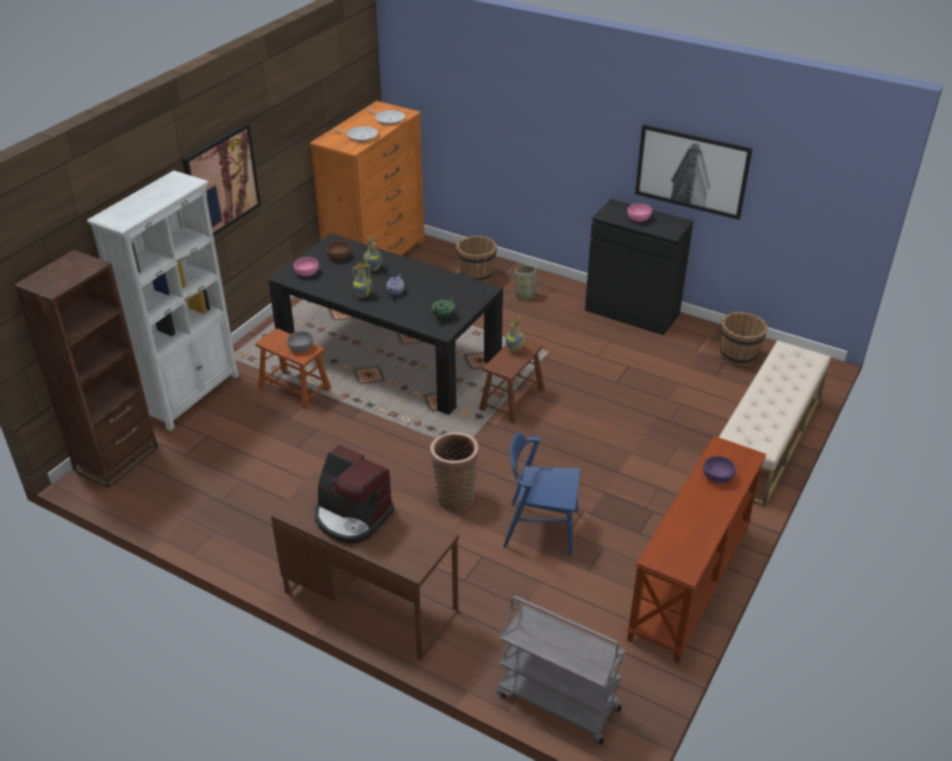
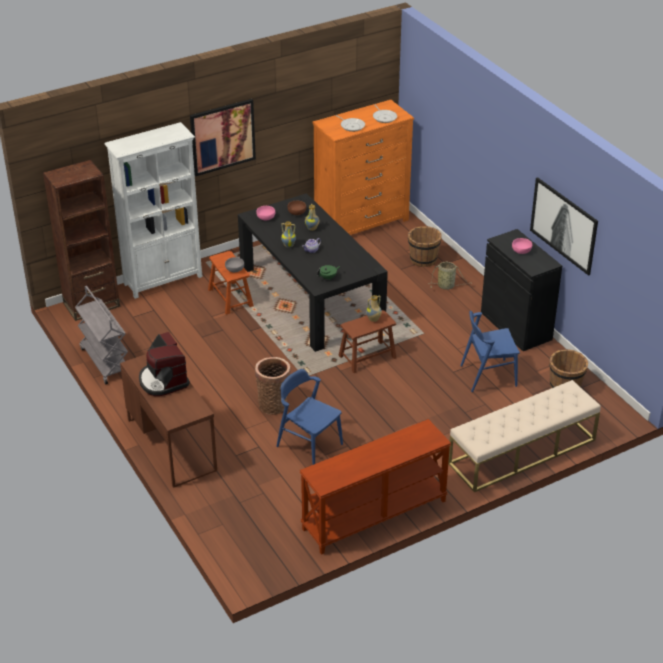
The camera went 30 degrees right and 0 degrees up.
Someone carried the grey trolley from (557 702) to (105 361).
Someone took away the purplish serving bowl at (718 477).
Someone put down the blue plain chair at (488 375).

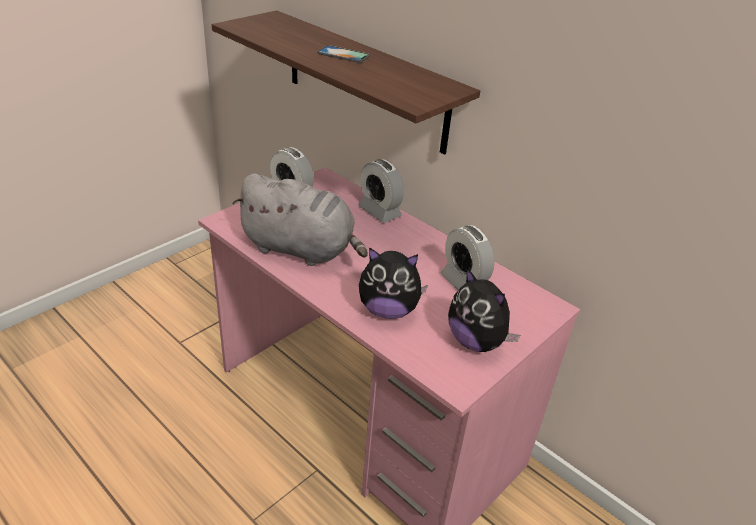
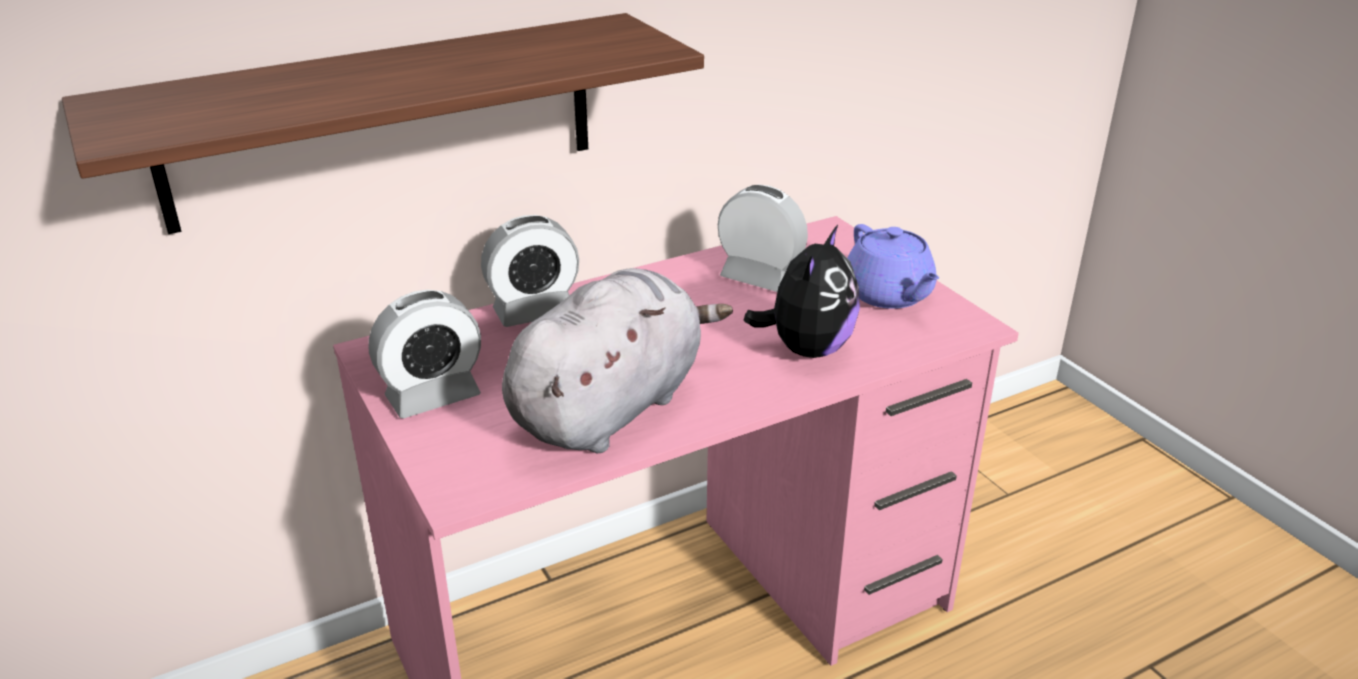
The camera went 70 degrees left and 5 degrees down.
Someone took away the phone at (343 55).
Someone rotated the bedside clock at (464 283) by 135 degrees counterclockwise.
Someone swapped the plush toy at (476 341) for the purplish pot for tea at (889 295).

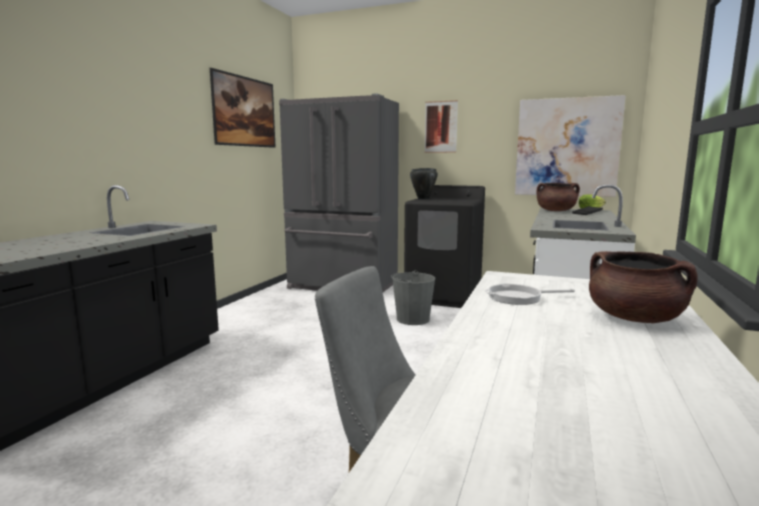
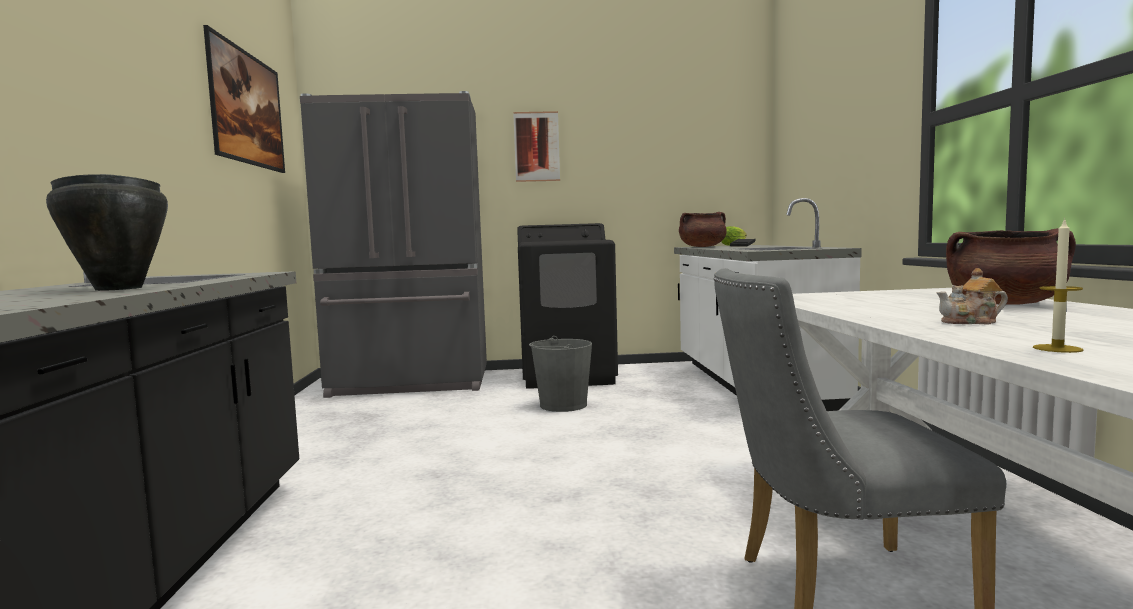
The camera went 25 degrees left and 5 degrees down.
Someone carried the black-coloured cooking pot from (423 198) to (117 289).
Someone took away the skillet at (518 297).
Someone took away the wall picture at (567 147).
Someone put down the pot for tea at (971 322).
Someone put down the candle at (1057 348).

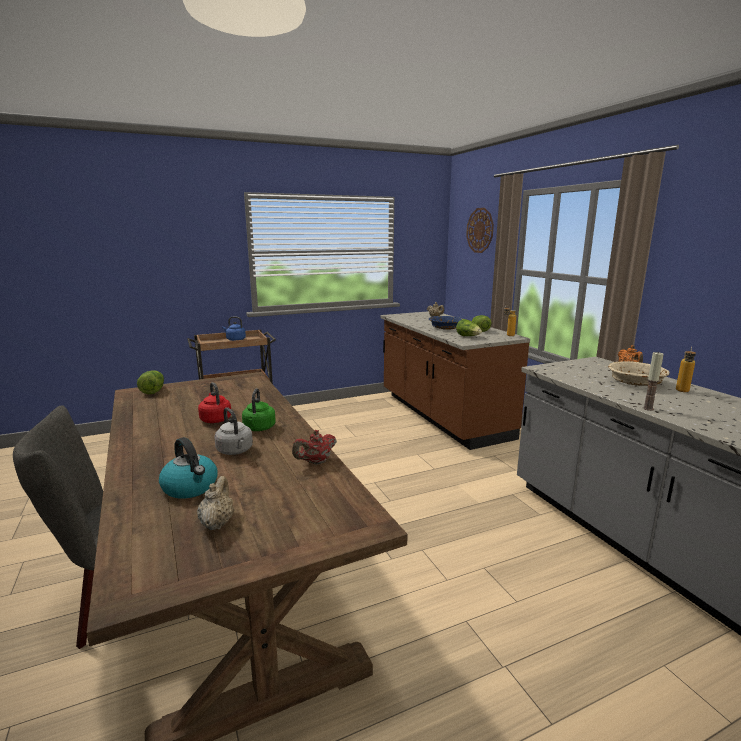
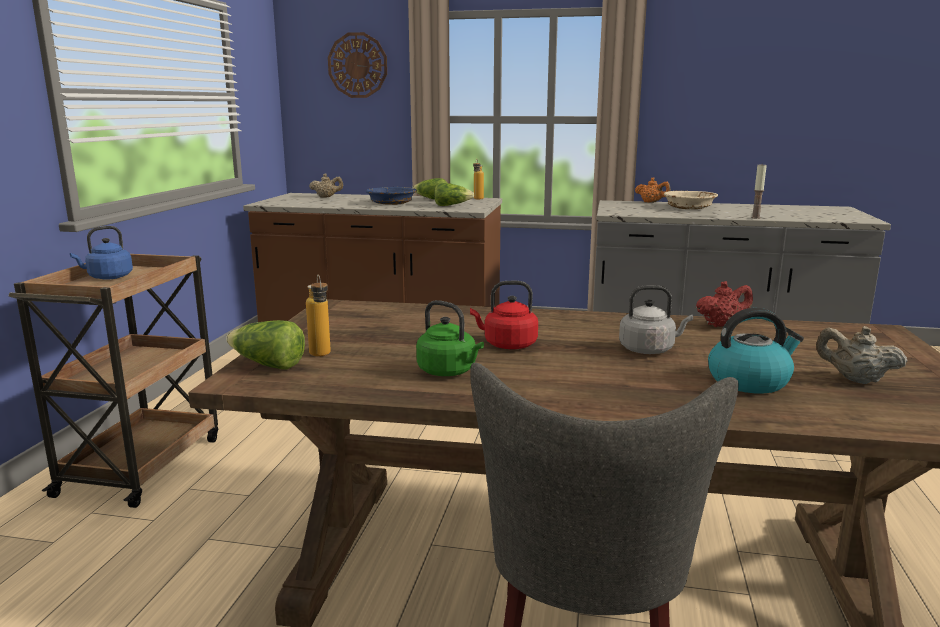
The camera went 55 degrees left and 0 degrees up.
Someone carried the green-coloured kettle from (259 428) to (449 371).
Someone rotated the red pot for tea at (315 462) by 105 degrees counterclockwise.
Someone carried the bottle from (682 392) to (321 356).

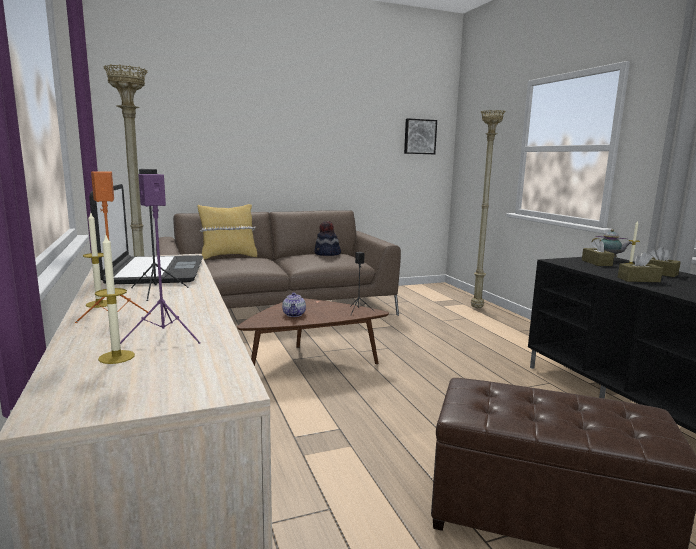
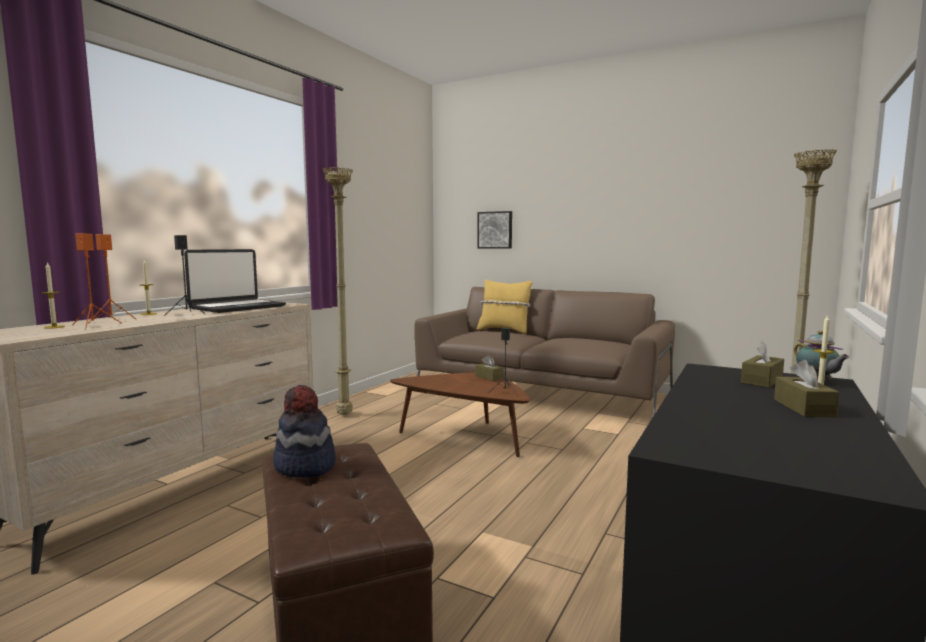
The camera went 50 degrees right and 5 degrees down.
Someone repainted the purplish audio speaker at (163 336), which became the orangey audio speaker at (94 325).
Someone took away the pot for tea at (294 314).
Someone carried the hat from (327 254) to (304 466).
Someone carried the wall picture from (419 136) to (495 230).
Someone carried the brown-coloured tissue holder from (638 279) to (489 377).

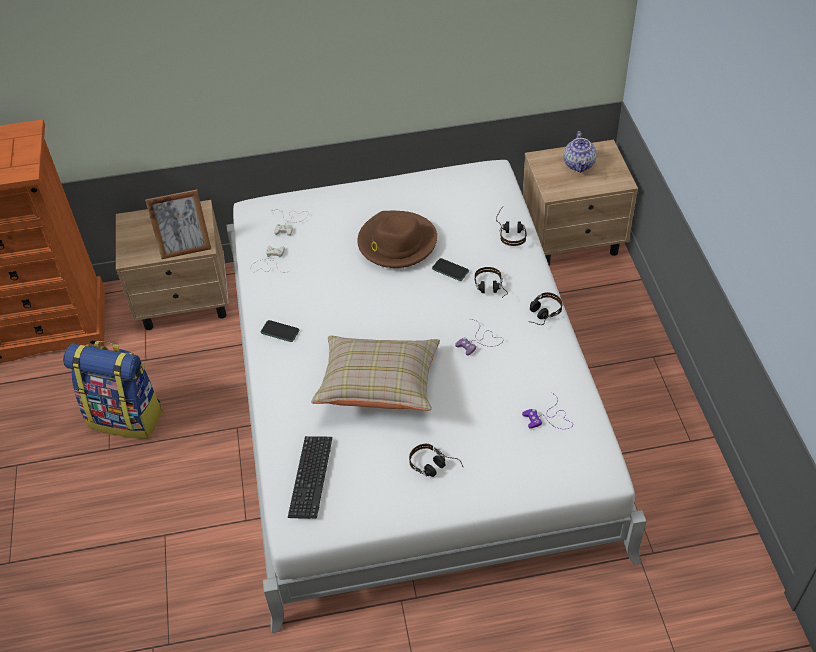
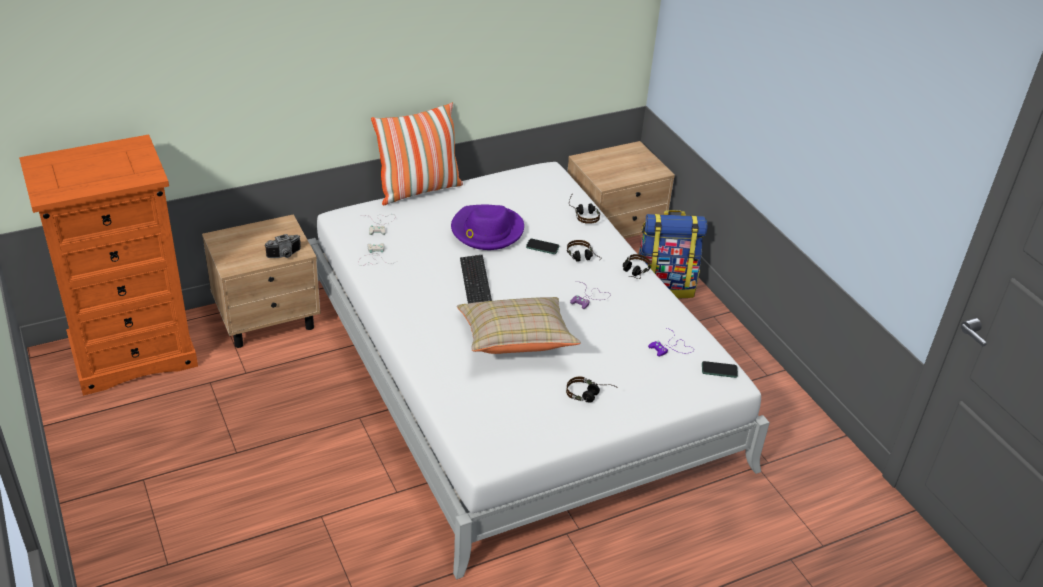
The camera went 20 degrees left and 10 degrees down.
Someone carried the rucksack from (127 417) to (664 286).
Someone swapped the photo frame at (185 249) for the still camera at (285 255).
Someone carried the phone from (280 331) to (719 370).
Someone carried the keyboard from (311 477) to (475 281).
Someone repainted the brown-coloured hat at (396 243), which became the purplish hat at (486 231).
Someone took away the pot for tea at (579 165).
Someone put down the throw pillow at (418 190).

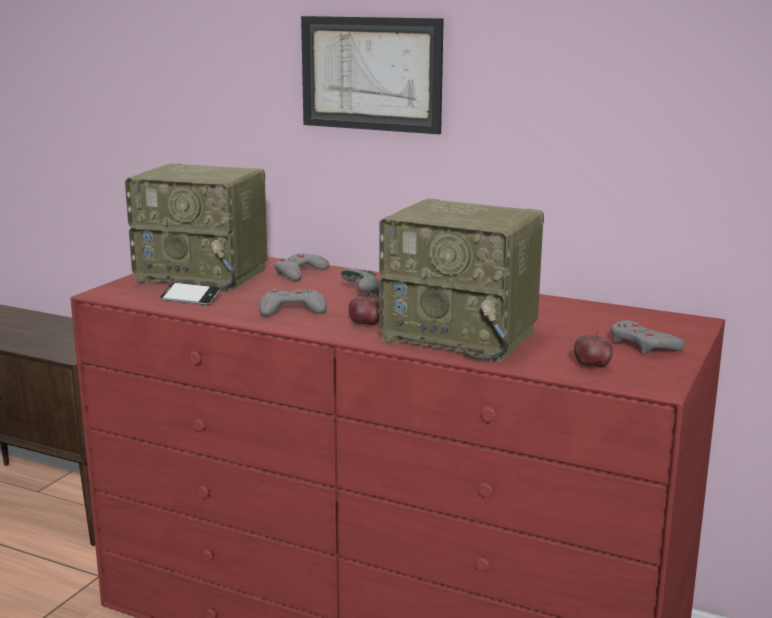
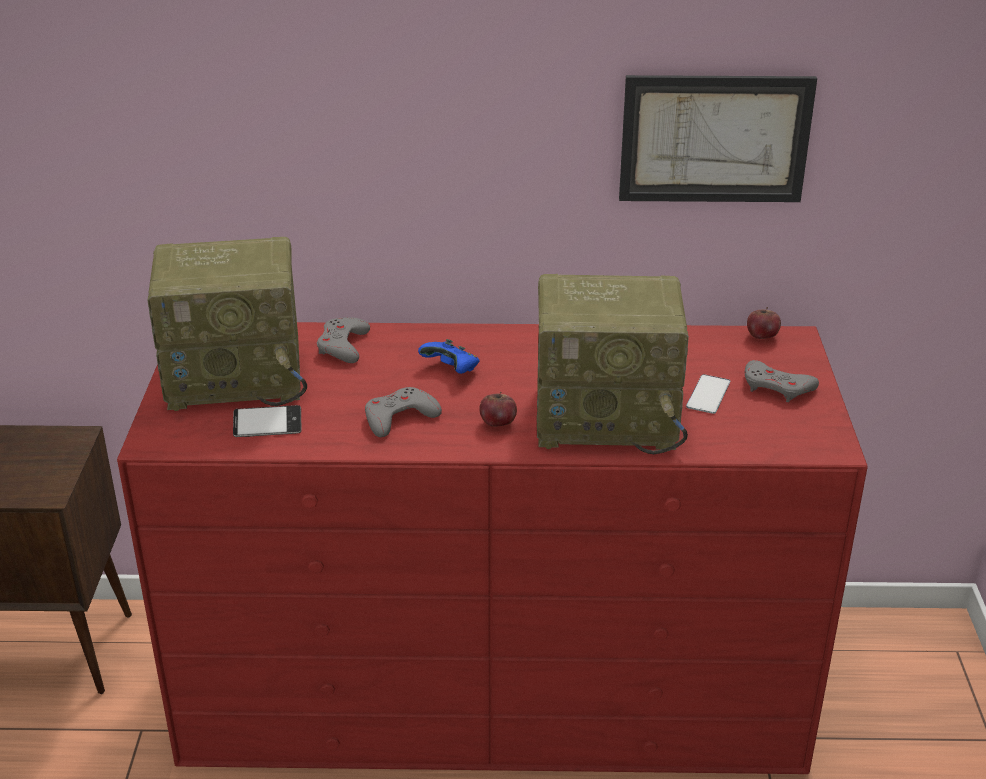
The camera went 25 degrees left and 15 degrees up.
Someone carried the wall picture from (371 73) to (714 138).
Someone repainted the grey joypad at (365 294), which became the blue joypad at (452 370).
Someone carried the apple fruit from (592 366) to (762 336).
Someone put down the phone at (708 394).

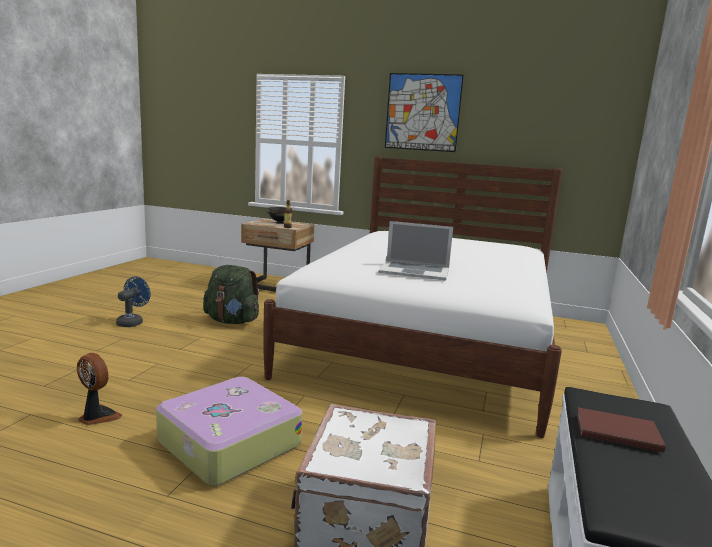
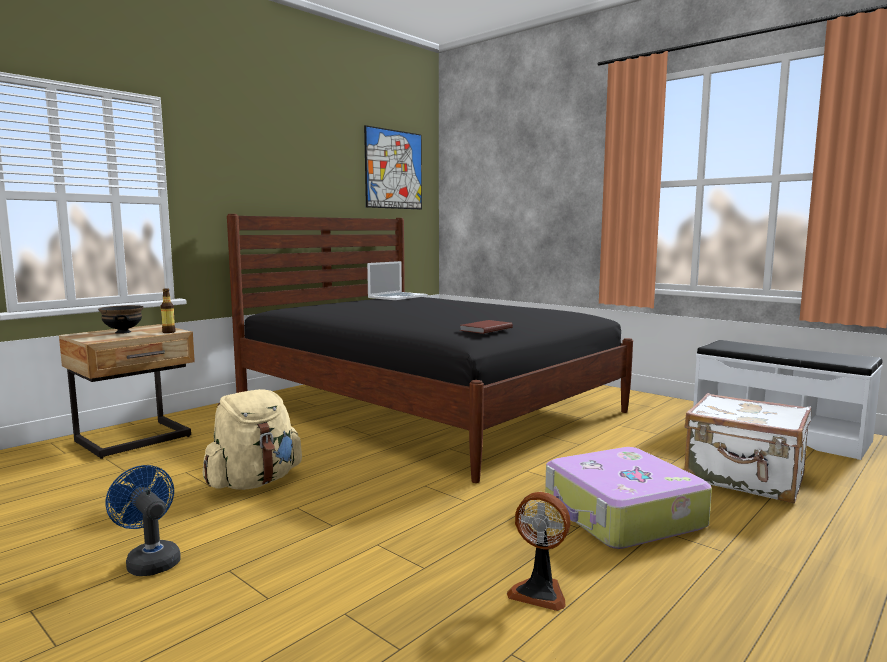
The camera went 65 degrees left and 5 degrees down.
Someone rotated the electric fan at (97 417) by 120 degrees counterclockwise.
Someone repainted the green-coloured rucksack at (232 321), which became the beige rucksack at (254 482).
Someone repainted the whitish sleeping bed at (428 341), which became the black-coloured sleeping bed at (427 406).
Someone carried the laptop from (414 271) to (397 297).
Someone carried the wall picture from (422 112) to (394 169).
Someone carried the brown-coloured book from (616 431) to (484 329).

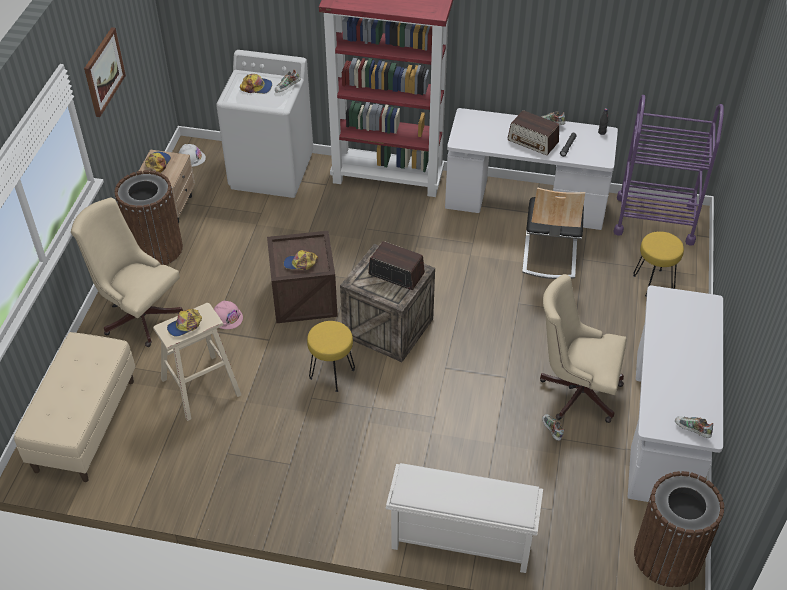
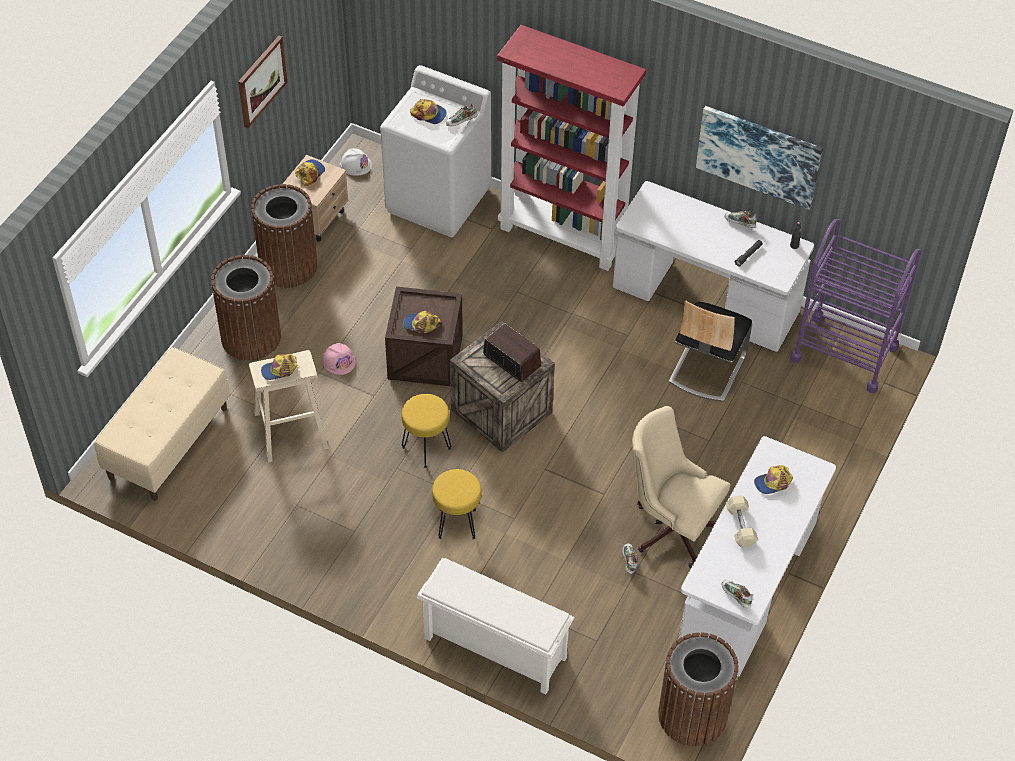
The camera went 15 degrees right and 5 degrees up.
Someone swapped the beige office chair at (139 314) for the brown-coloured rubbish bin at (251 337).
Someone took away the radio at (533 141).
Someone carried the yellow stool from (652 282) to (456 523).
Someone put up the wall picture at (759 156).
Someone put down the beige dumbbell at (740 526).
Someone put down the baseball cap at (773 482).

